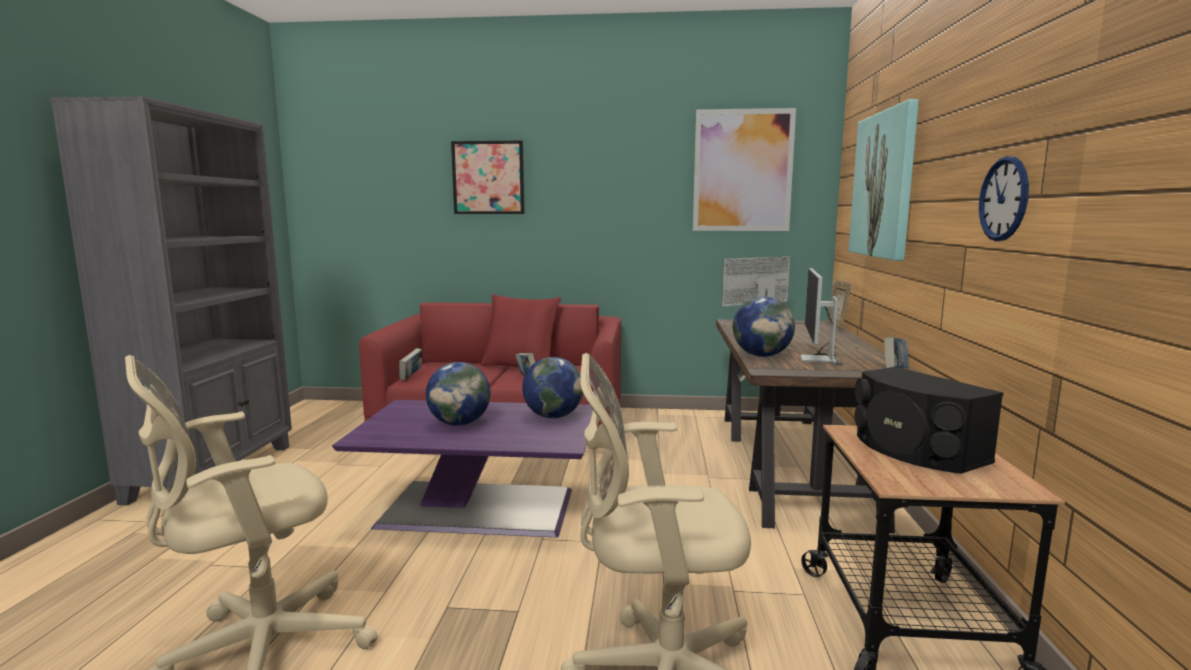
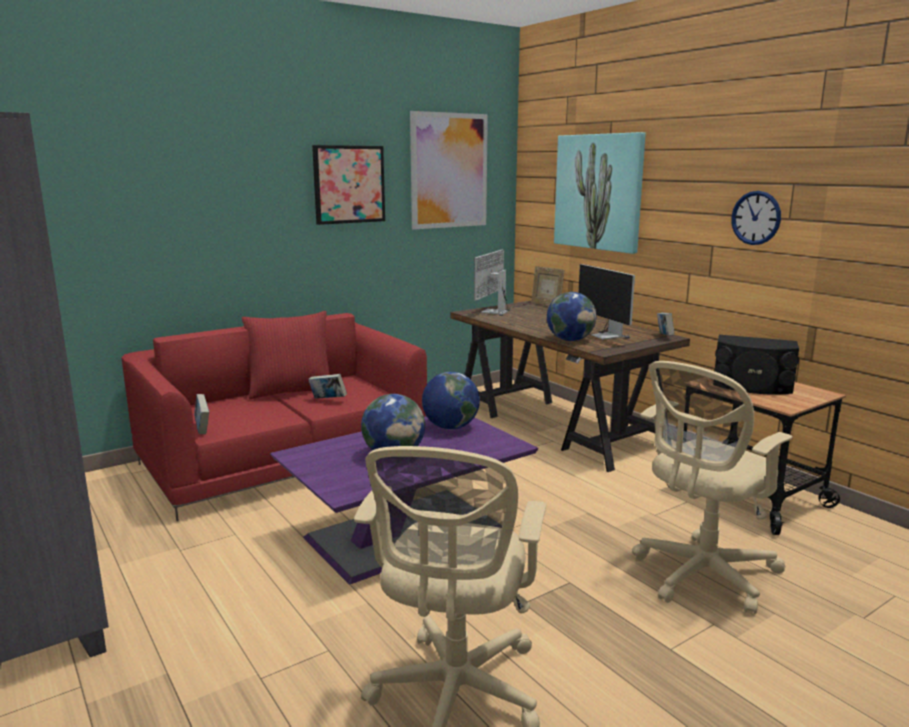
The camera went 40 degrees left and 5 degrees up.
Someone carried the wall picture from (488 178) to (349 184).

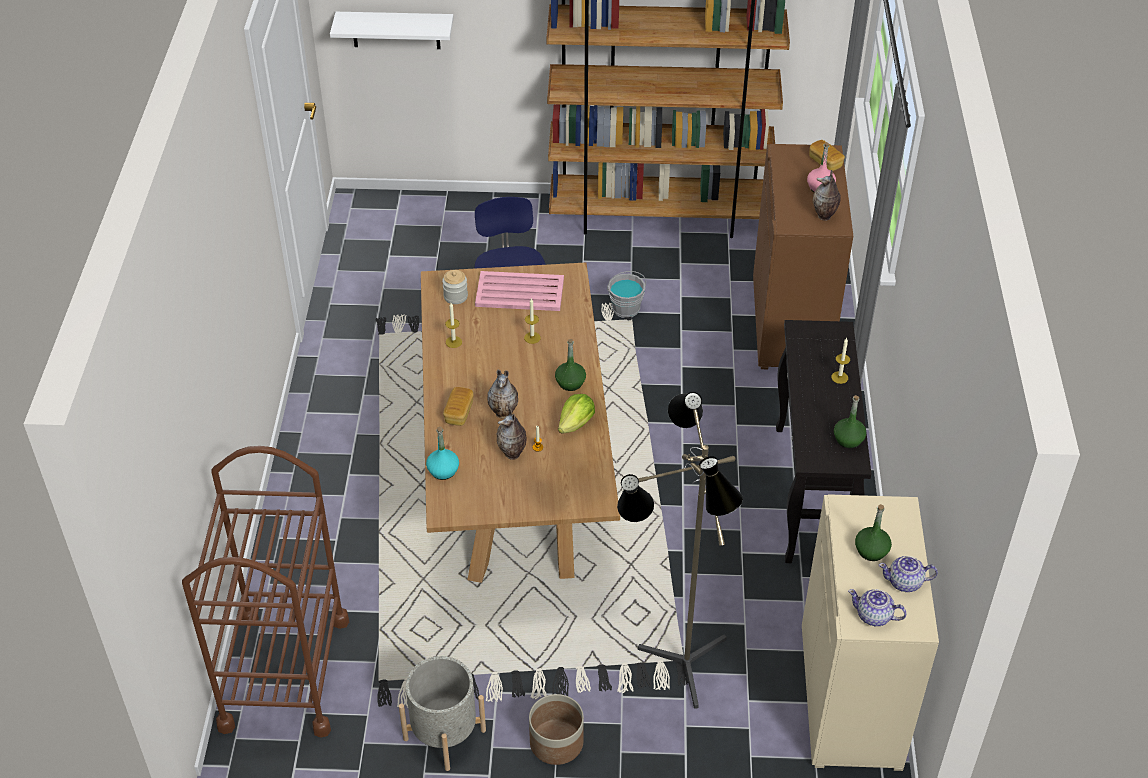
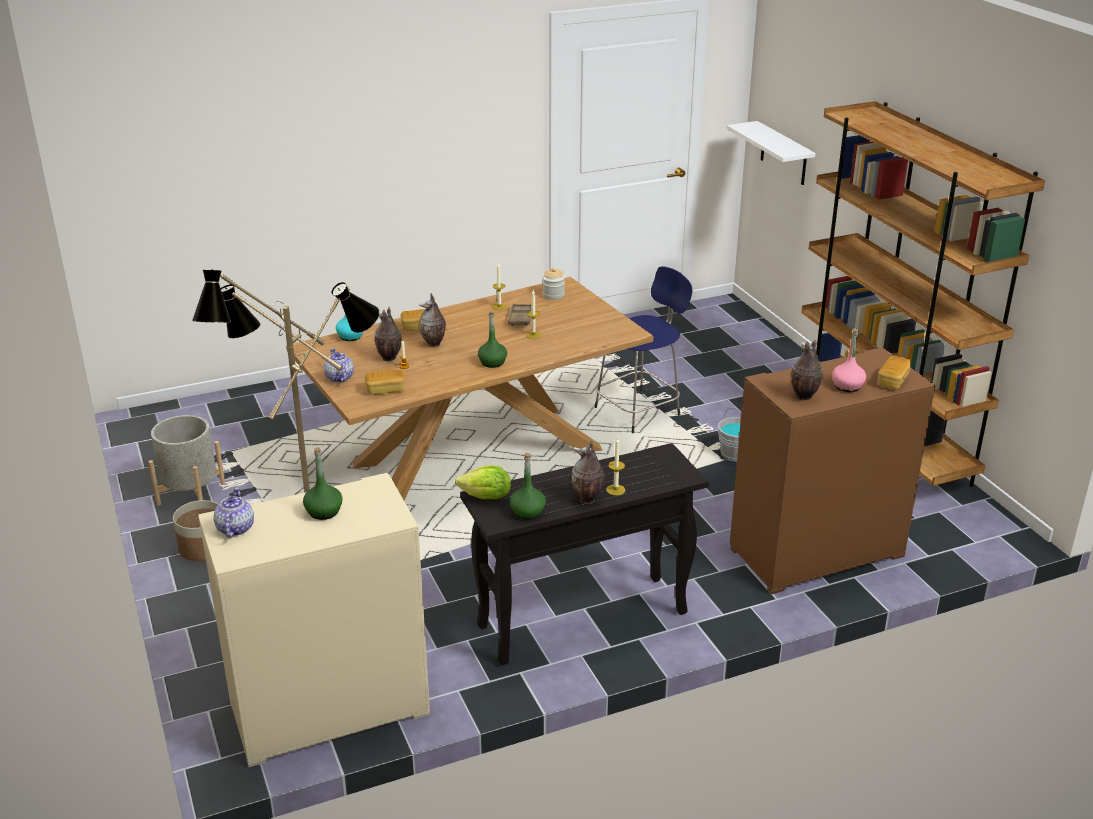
The camera went 65 degrees right and 15 degrees down.
Someone took away the brown-coloured trolley at (284 673).
Someone took away the pink tray at (519 292).
Someone carried the lettuce head from (576 424) to (486 497).
Someone carried the pot for tea from (905 582) to (339 378).
Someone put down the bakery bread at (385 390).
Someone put down the brown-coloured tray at (520 318).
Someone put down the vase at (587 499).

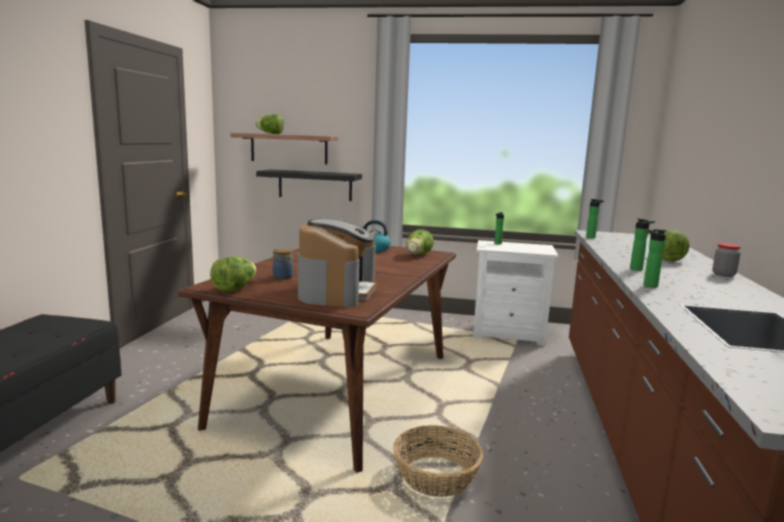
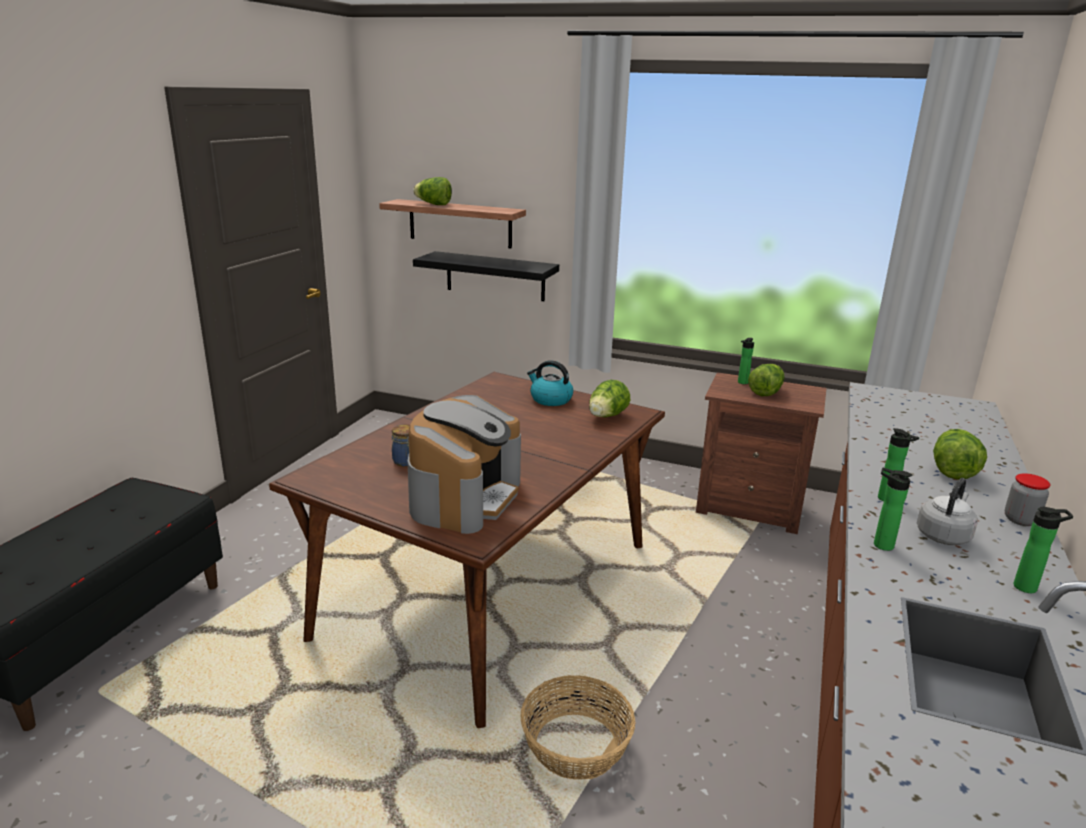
The camera went 10 degrees right and 10 degrees up.
Someone carried the lettuce head from (235 289) to (766 392).
Someone repainted the whitish night table at (508 333), which became the brown-coloured night table at (750 508).
Someone carried the bottle from (592 237) to (1028 587).
Someone put down the grey kettle at (943 535).

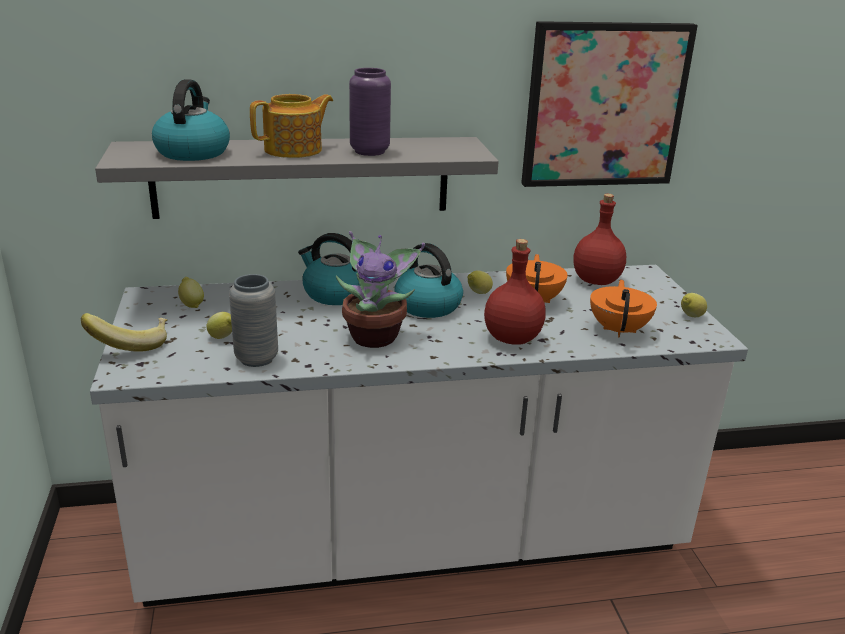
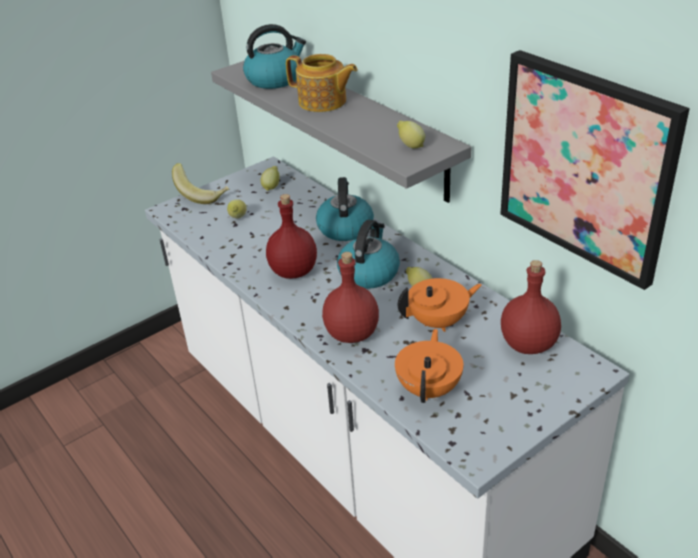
The camera went 65 degrees right and 10 degrees up.
Someone took away the grey vase at (256 358).
Someone swapped the houseplant at (376 336) for the red bottle at (294 271).
Someone took away the purplish vase at (369 151).
Someone rotated the orangey pot for tea at (619 329) by 60 degrees counterclockwise.
Someone carried the citrus fruit from (690 317) to (410 146).

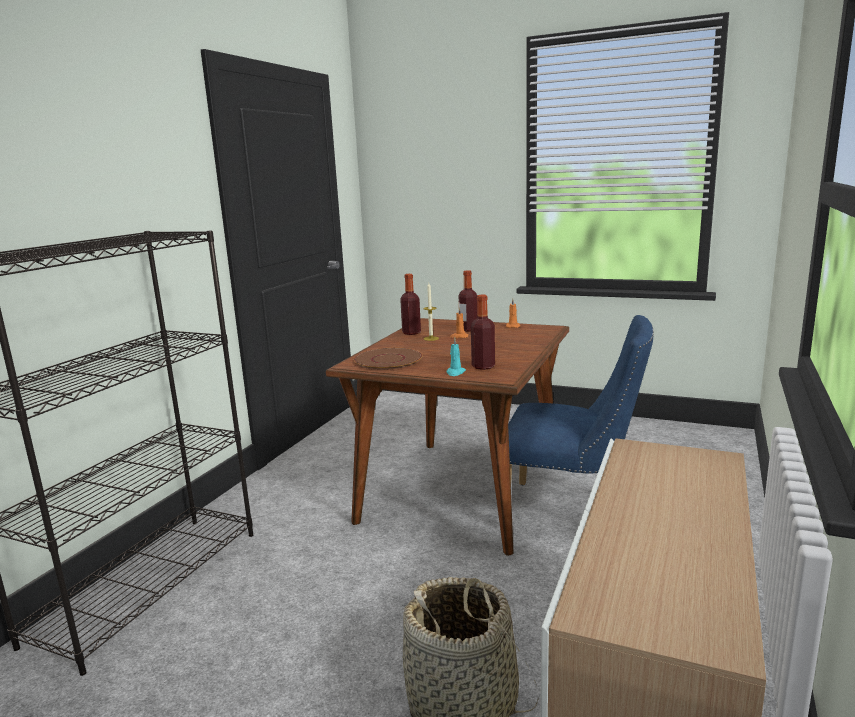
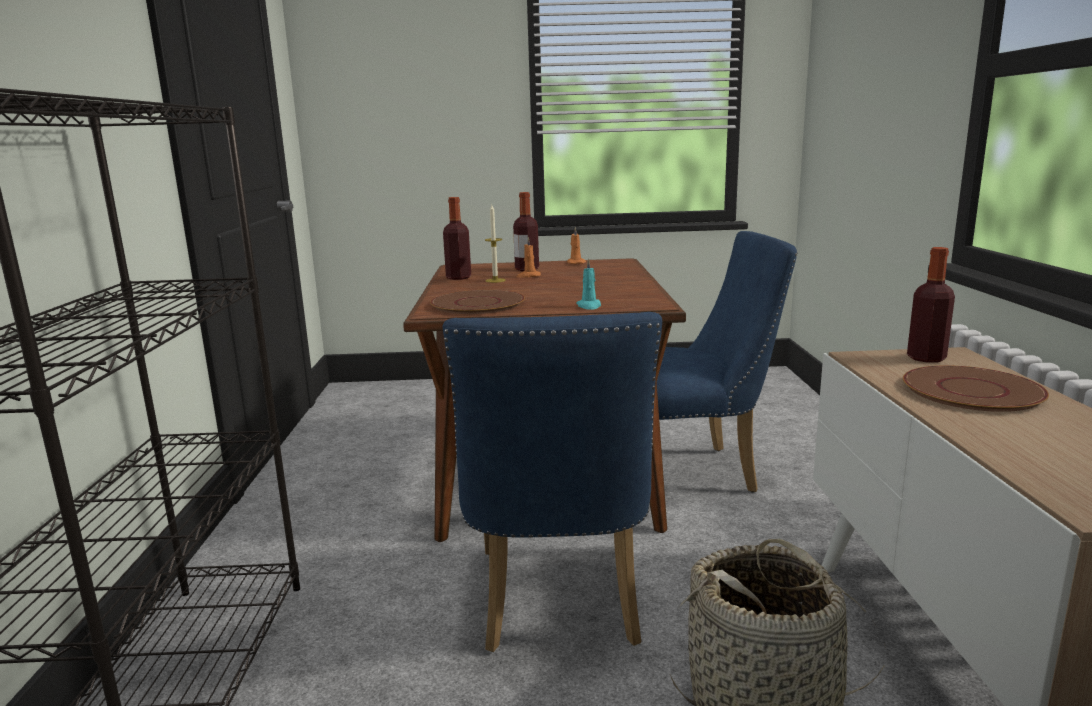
The camera went 25 degrees left and 0 degrees up.
Someone carried the bottle from (483 366) to (926 358).
Someone put down the blue plain chair at (558 605).
Someone put down the brown-coloured plate at (971 390).

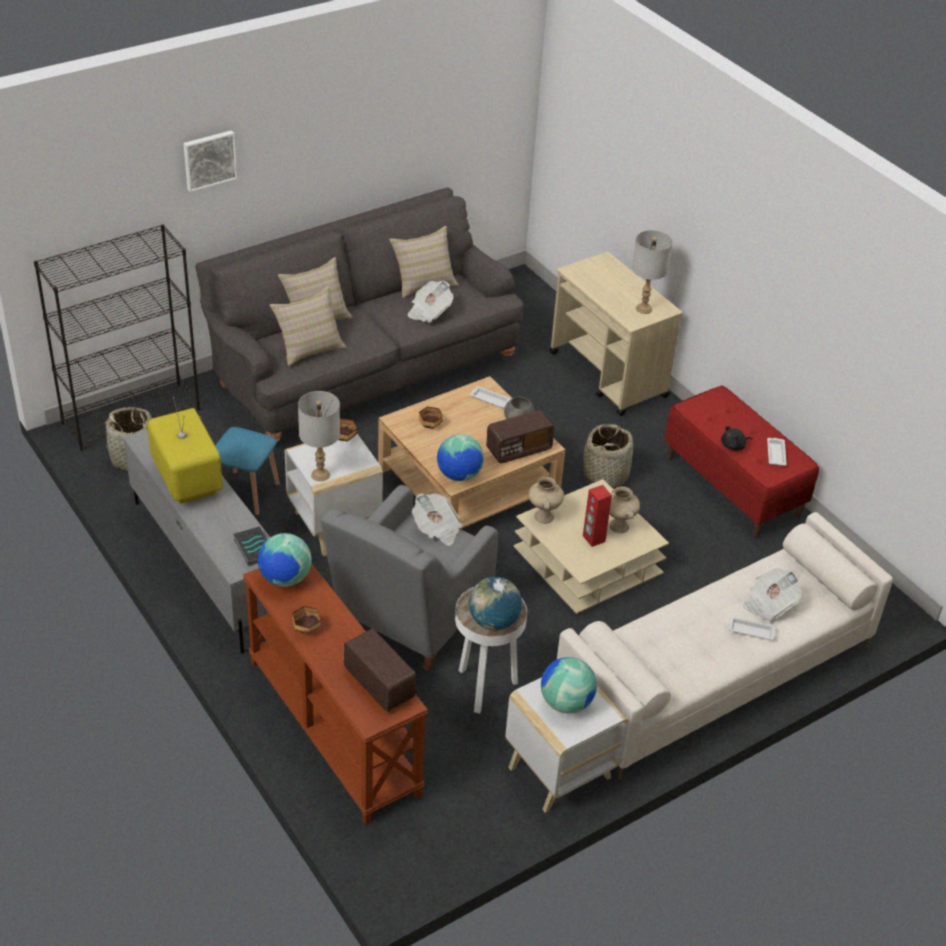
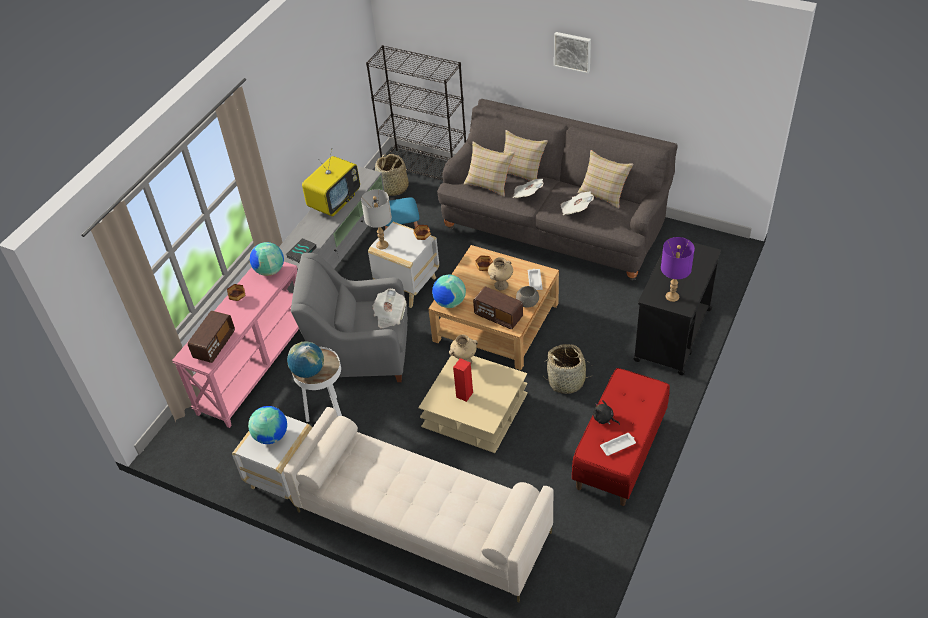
The camera went 65 degrees right and 5 degrees up.
Someone carried the wall picture from (209 159) to (572 51).
Someone repainted the brown-coloured narrow table at (331 727), which became the pink narrow table at (254 366).
Someone repainted the beige trolley at (608 375), which became the black-coloured trolley at (672 335).
Someone carried the beige vase from (618 526) to (501 285).
Someone repainted the grey table lamp at (643 308), which became the purplish table lamp at (672 296).
Someone took away the whitish tray at (750 631).
Someone carried the newspaper from (769 604) to (527 194).

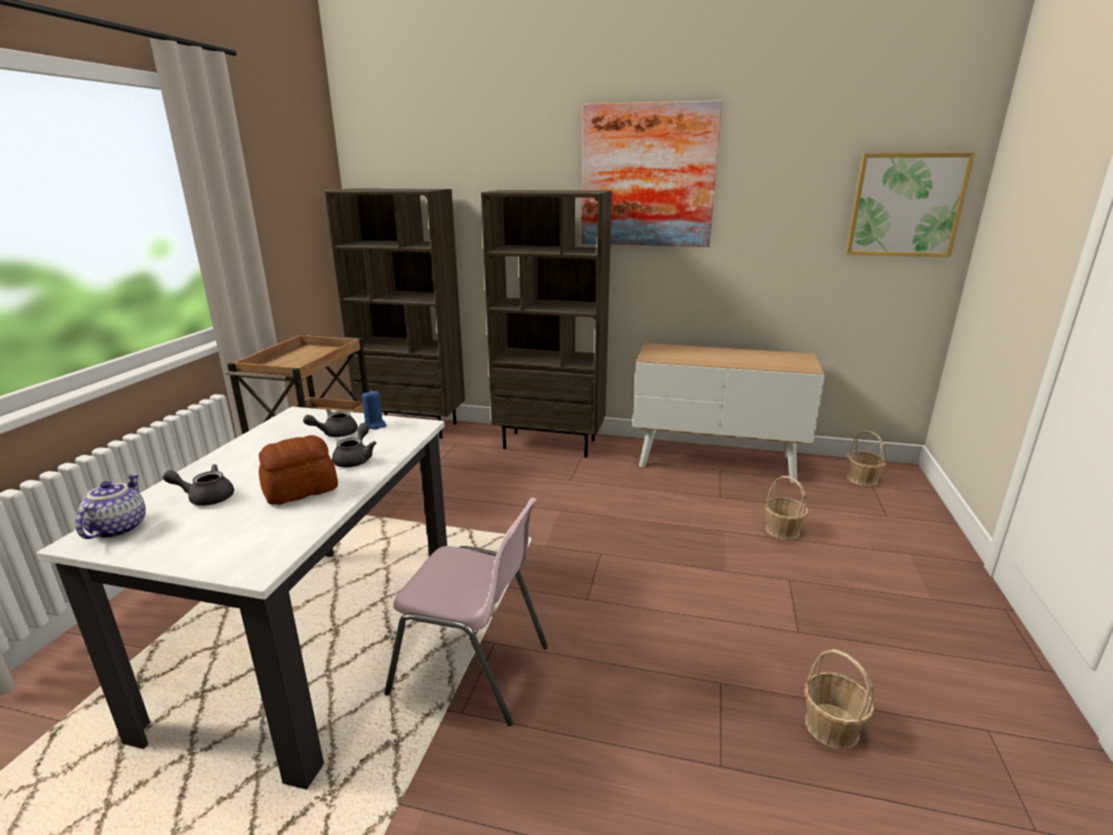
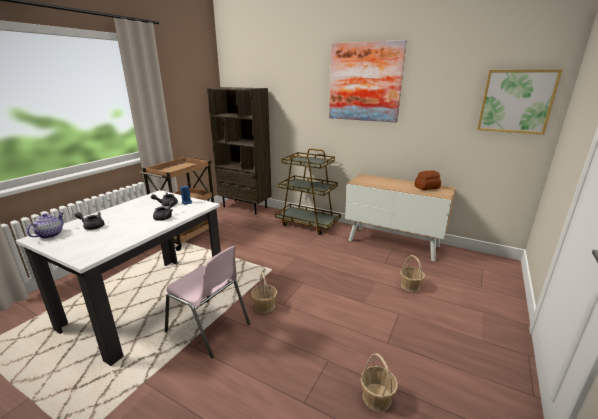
The camera went 15 degrees right and 0 degrees up.
Someone carried the bakery bread from (299 490) to (426 187).
Someone swapped the brown-coloured bookcase at (550 444) for the brown-coloured trolley at (308 223).
Someone carried the storage basket from (862 479) to (264 306).

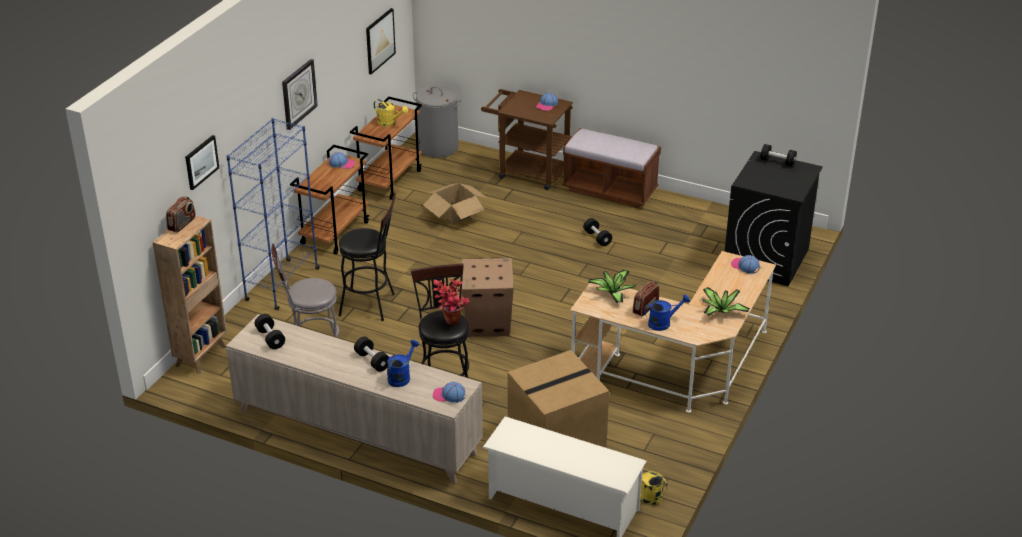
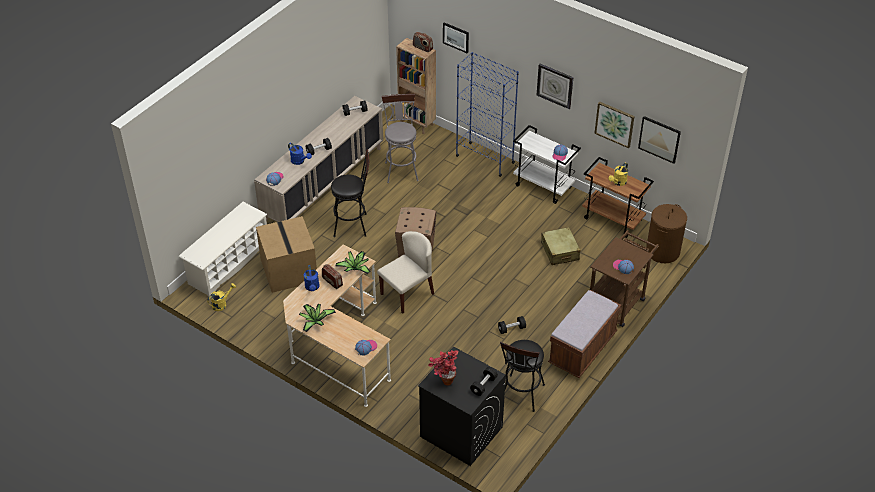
The camera went 100 degrees right and 10 degrees up.
Someone repainted the brown-coloured trolley at (335 233), which became the whitish trolley at (544 186).
Someone carried the black-coloured stool from (372 305) to (520 396).
Someone repainted the grey hamper at (438 147), which became the brown-coloured hamper at (663 251).
Someone swapped the carton at (455 214) for the beige suitcase at (560 251).
Someone carried the houseplant from (451 324) to (443 381).
Someone put down the beige plain chair at (407 293).
Someone put up the wall picture at (614 124).

